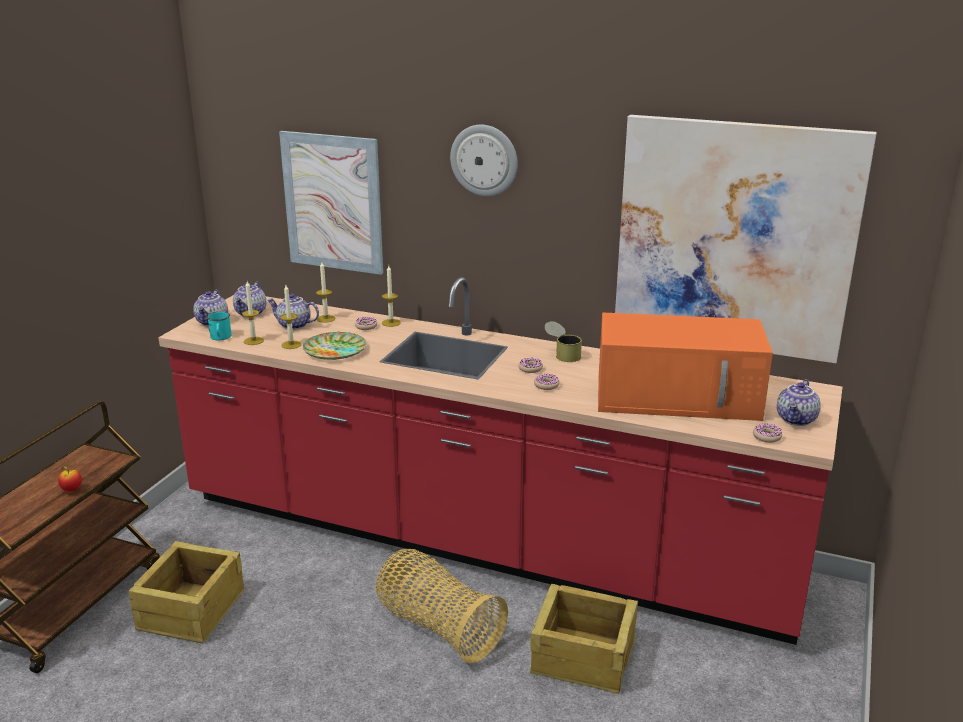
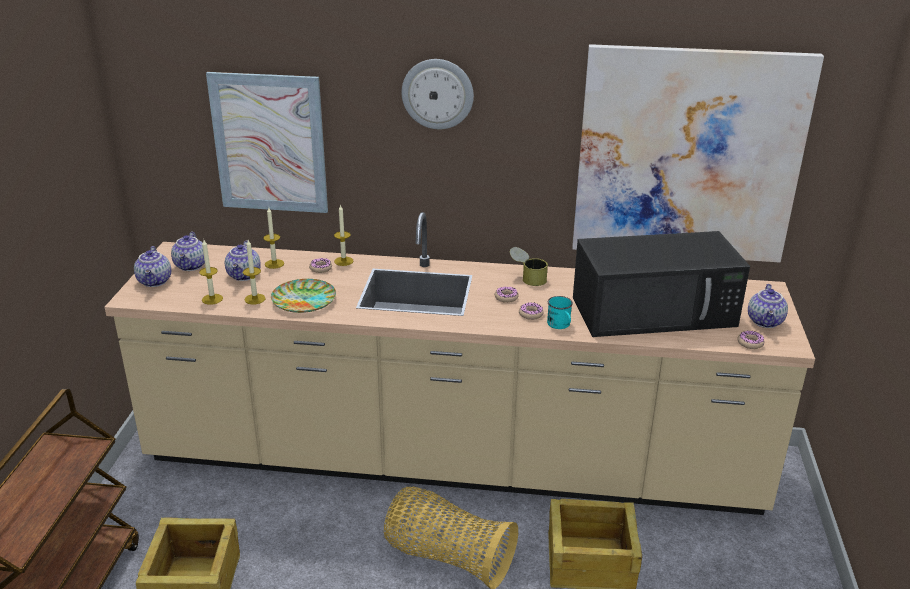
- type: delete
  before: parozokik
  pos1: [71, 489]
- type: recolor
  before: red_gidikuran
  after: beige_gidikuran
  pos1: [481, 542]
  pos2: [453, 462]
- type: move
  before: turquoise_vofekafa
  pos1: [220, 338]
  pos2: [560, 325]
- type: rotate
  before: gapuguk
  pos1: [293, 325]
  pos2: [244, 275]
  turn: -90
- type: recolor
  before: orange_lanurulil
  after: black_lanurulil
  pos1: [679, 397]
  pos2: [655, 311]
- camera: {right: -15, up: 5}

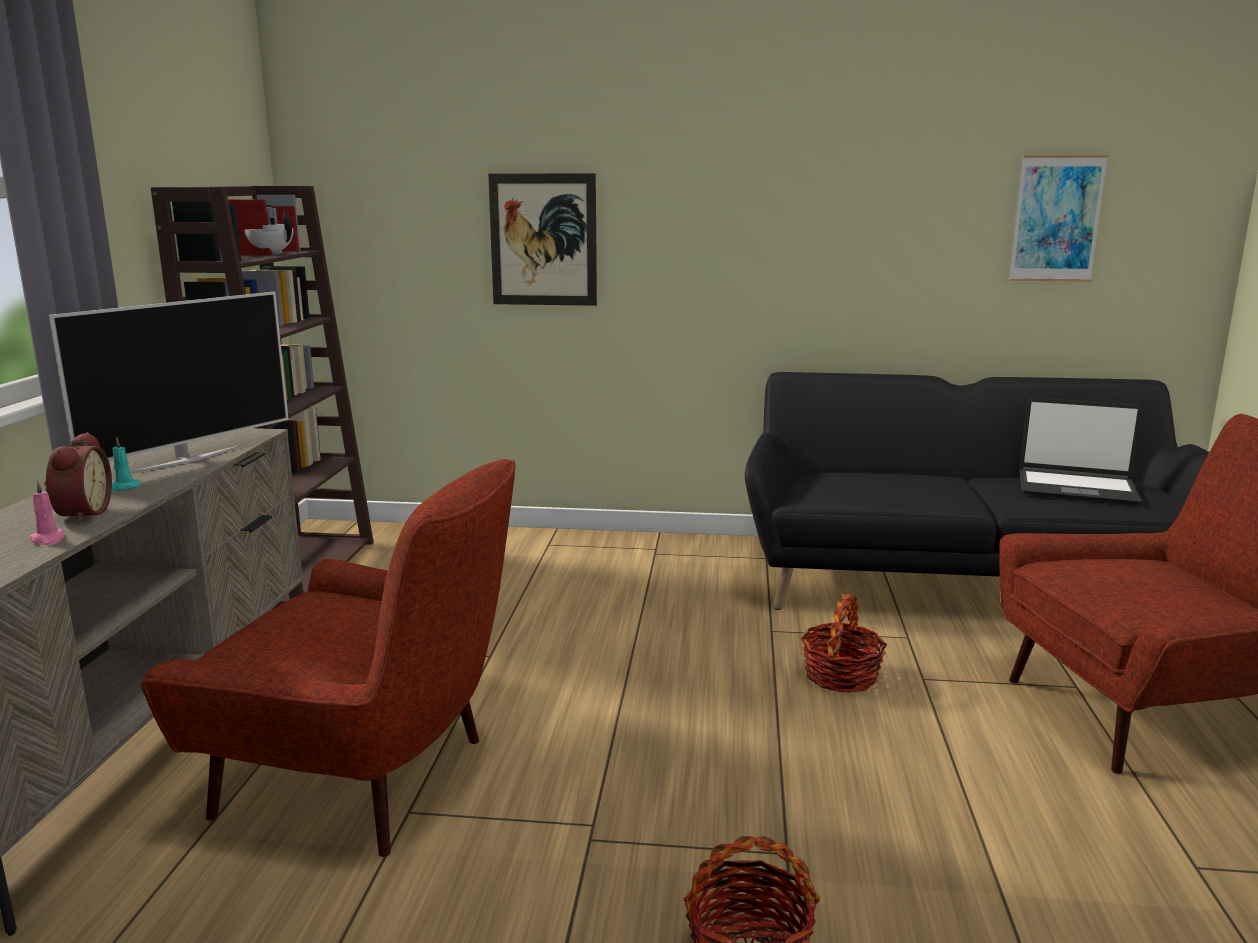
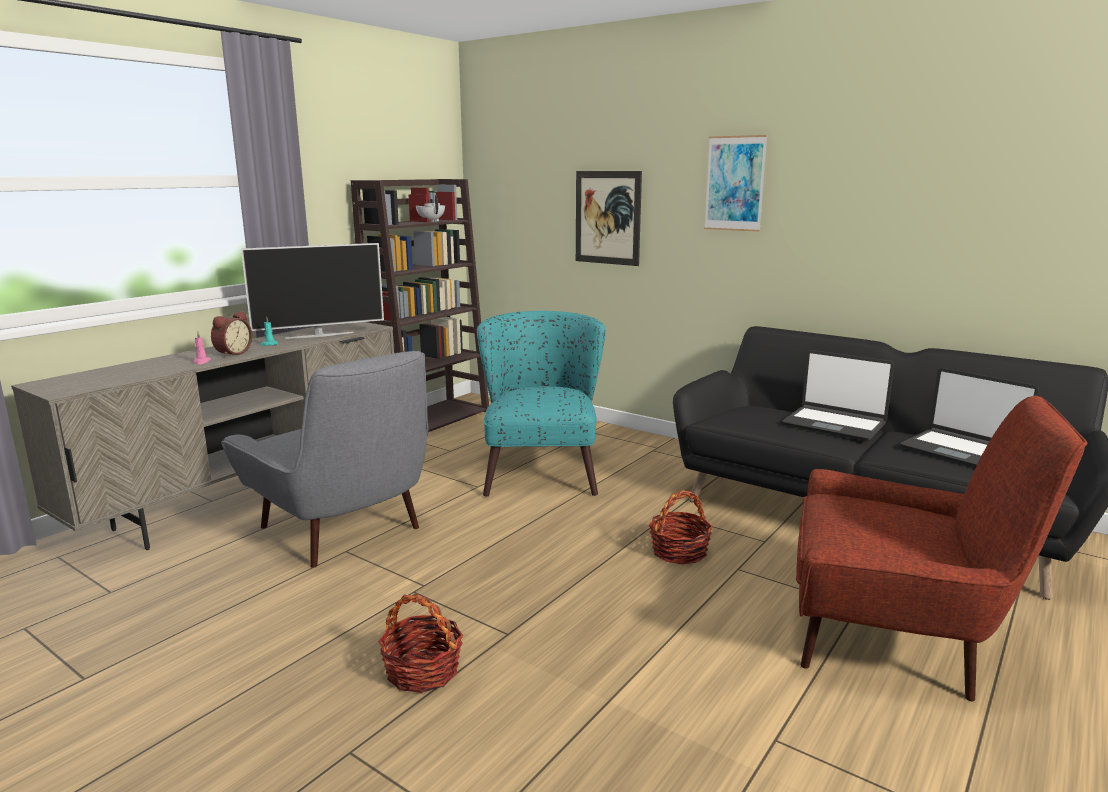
- type: recolor
  before: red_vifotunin
  after: grey_vifotunin
  pos1: [368, 780]
  pos2: [345, 531]
- type: move
  before: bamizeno
  pos1: [1056, 219]
  pos2: [735, 183]
- type: insert
  after: turquoise_vifotunin
  pos2: [541, 470]
- type: insert
  after: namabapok
  pos2: [834, 424]
- camera: {right: 30, up: 0}

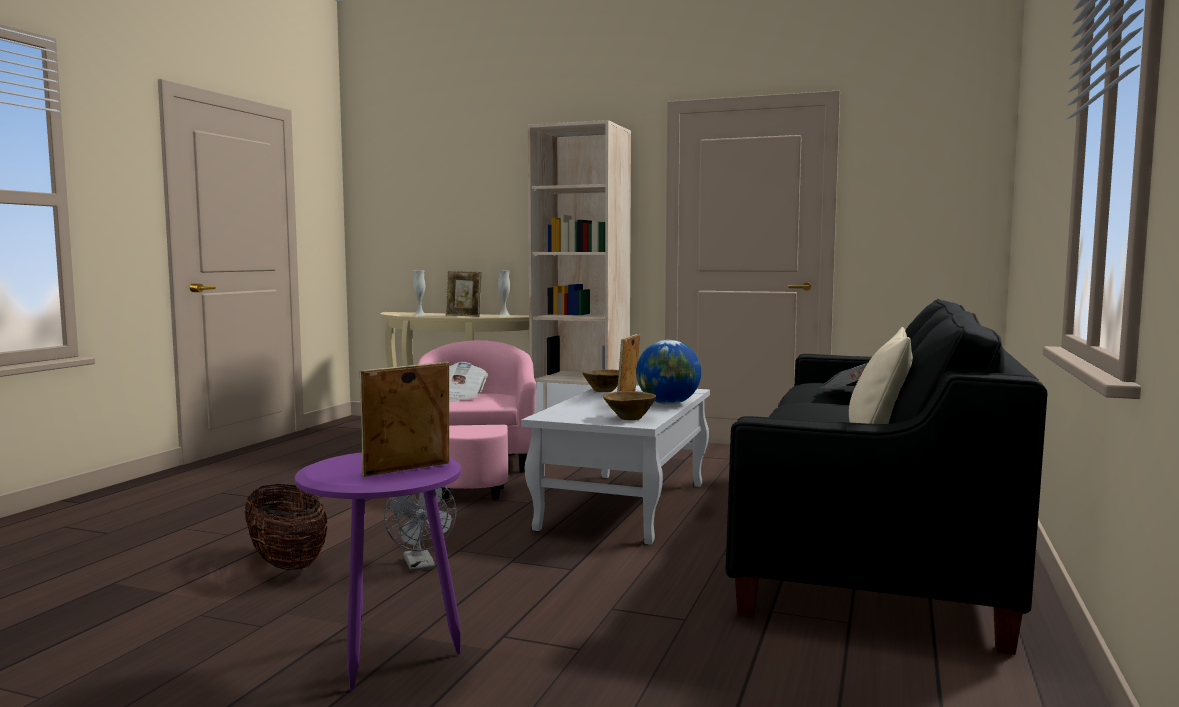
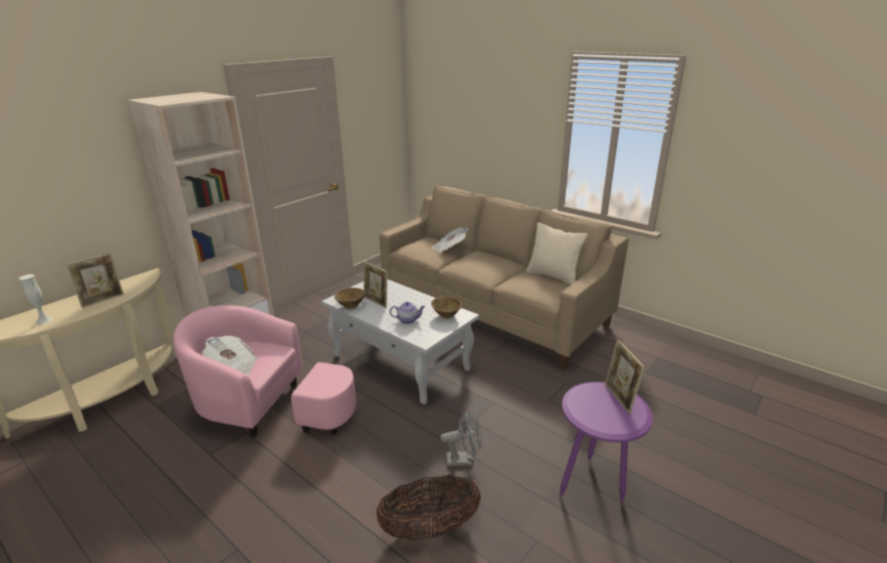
- type: delete
  before: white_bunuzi
  pos1: [504, 315]
- type: delete
  before: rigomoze
  pos1: [668, 404]
- type: recolor
  before: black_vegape
  after: beige_vegape
  pos1: [875, 539]
  pos2: [493, 310]
- type: insert
  after: gapuguk
  pos2: [408, 320]
- camera: {right: -70, up: 20}

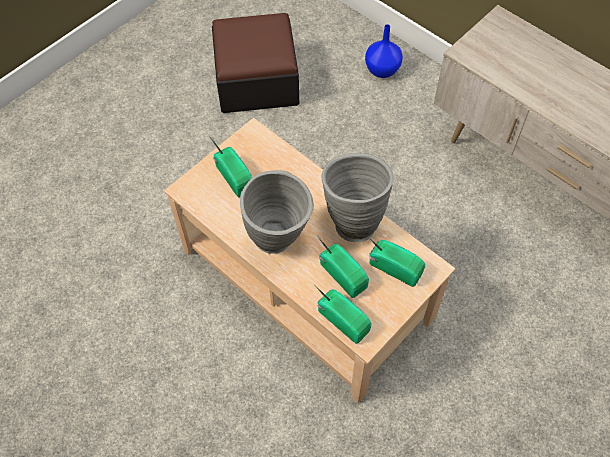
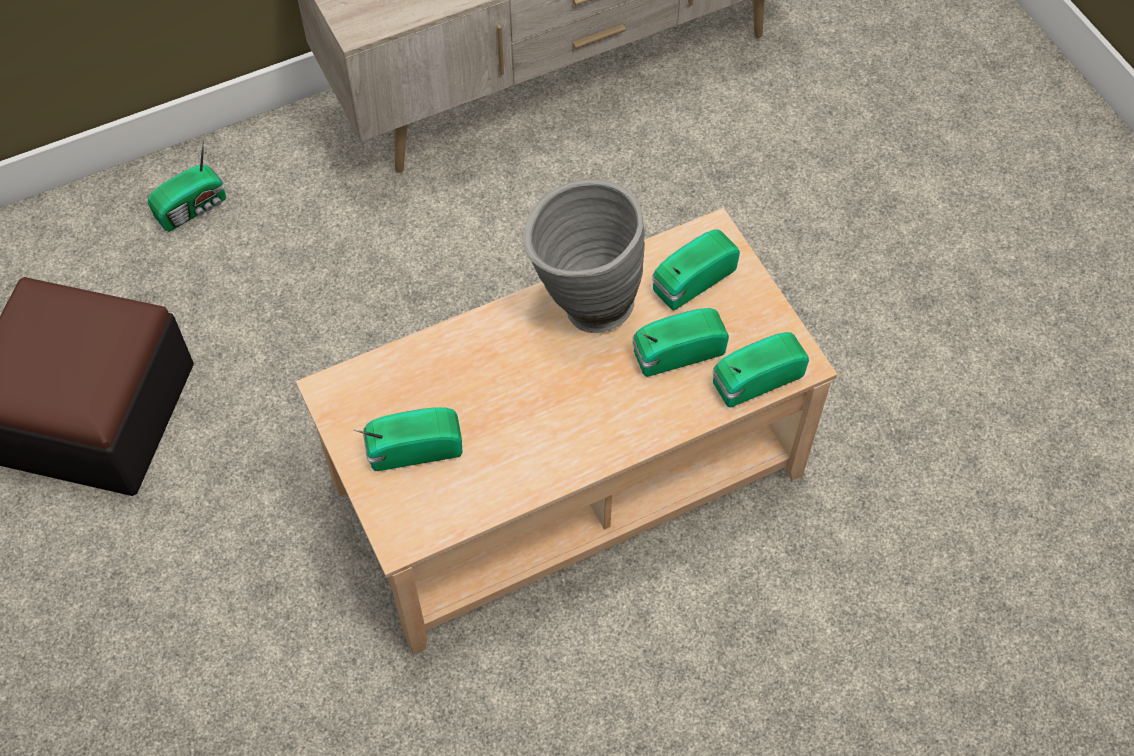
- type: delete
  before: grey_bunuzi
  pos1: [280, 242]
- type: replace
  before: blue_bunuzi
  after: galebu
  pos1: [383, 70]
  pos2: [194, 208]
- camera: {right: -70, up: 0}

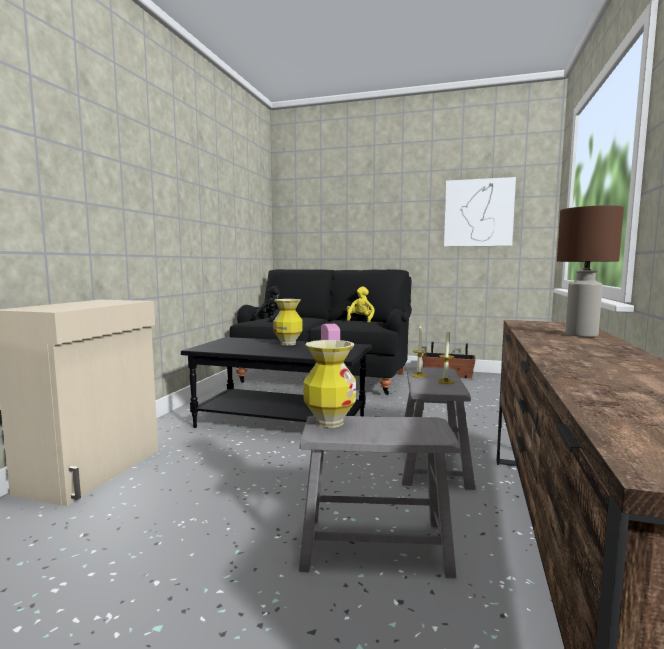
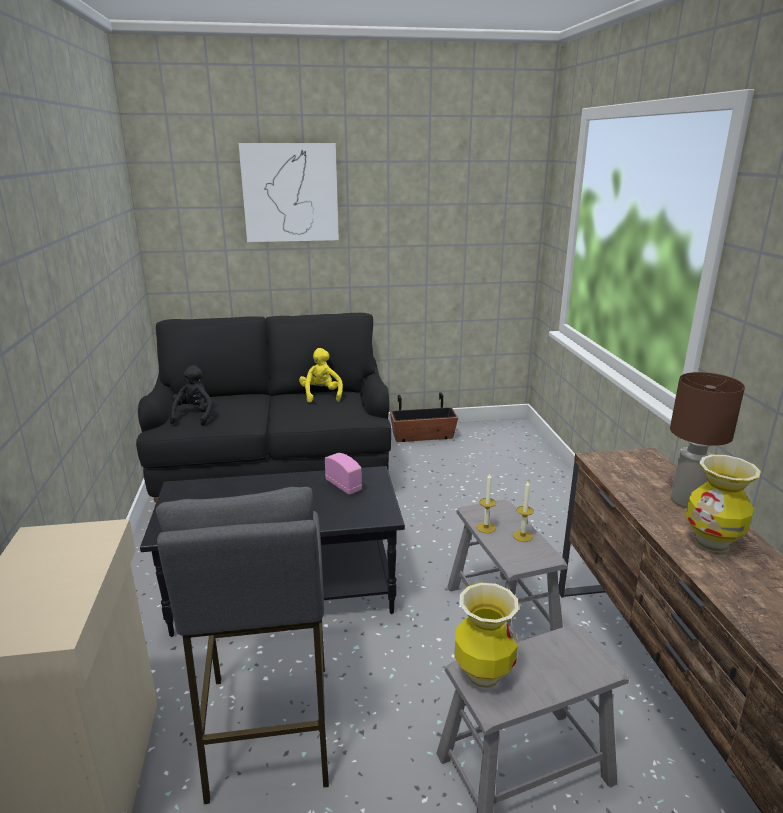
- type: move
  before: bunuzi
  pos1: [288, 344]
  pos2: [712, 543]
- type: move
  before: bamizeno
  pos1: [478, 213]
  pos2: [290, 193]
- type: insert
  after: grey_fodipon
  pos2: [268, 729]
- camera: {right: -25, up: 15}

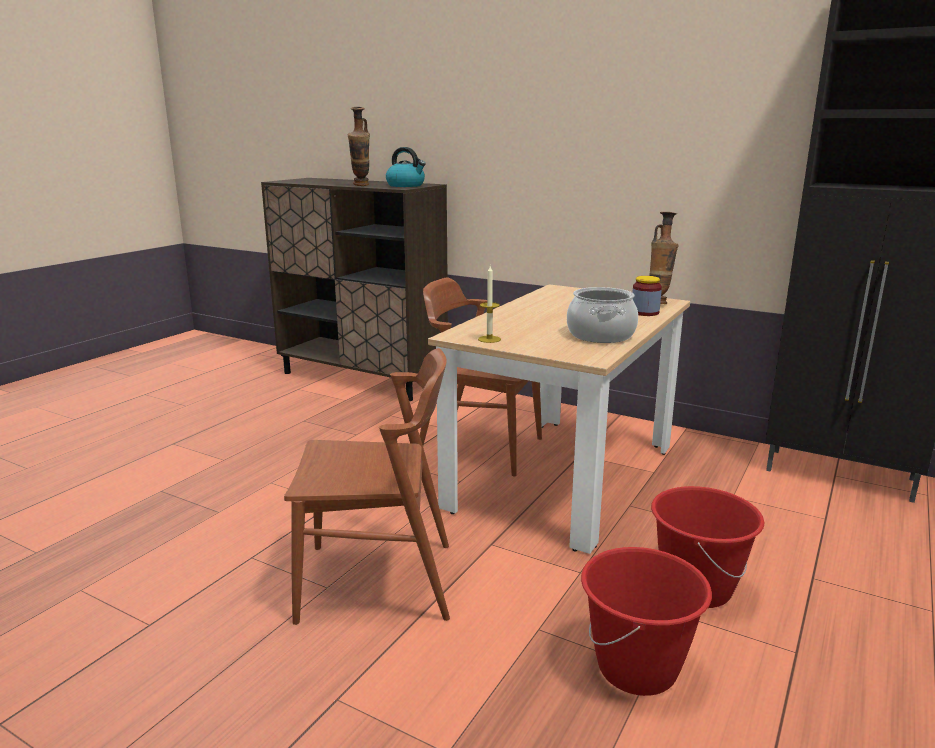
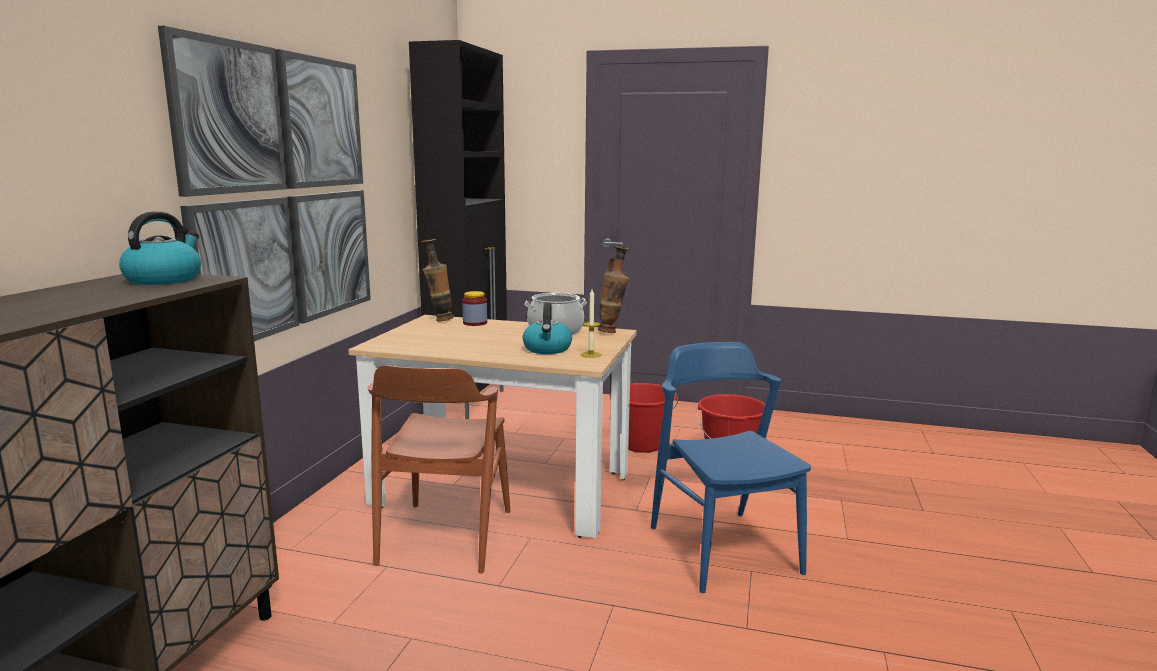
- type: recolor
  before: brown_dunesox
  after: blue_dunesox
  pos1: [378, 581]
  pos2: [723, 549]
- type: move
  before: bunuzi
  pos1: [361, 186]
  pos2: [612, 332]
- type: insert
  after: bamizeno
  pos2: [284, 192]
- type: insert
  after: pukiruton
  pos2: [547, 349]
- camera: {right: -105, up: -5}

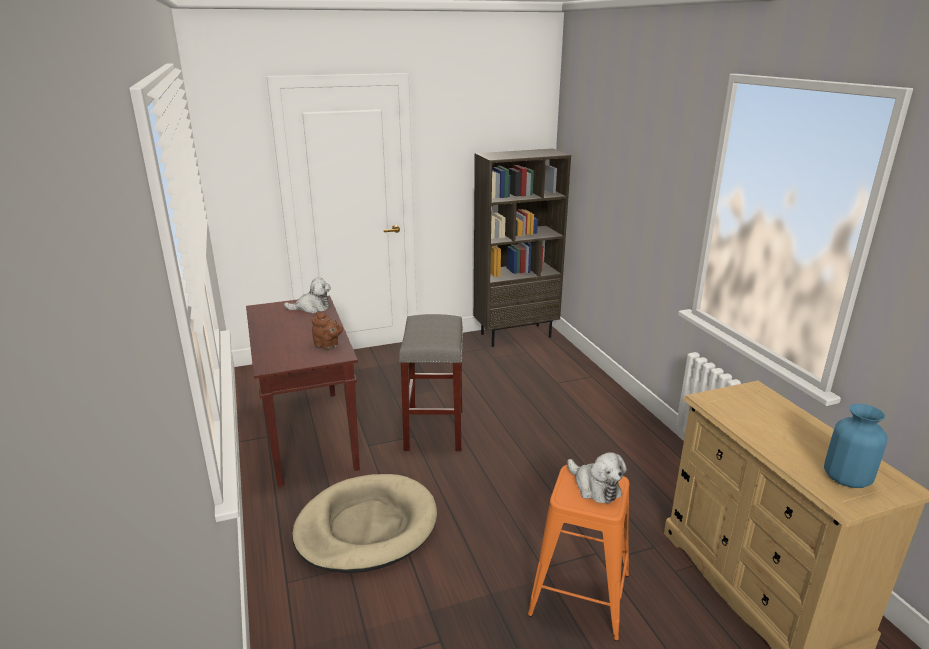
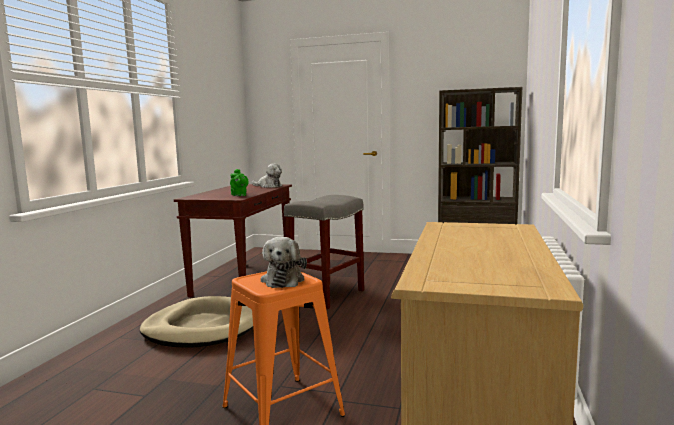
- type: recolor
  before: brown_gapuguk
  after: green_gapuguk
  pos1: [328, 345]
  pos2: [239, 195]
- type: delete
  before: blue_bunuzi
  pos1: [846, 478]
- camera: {right: 35, up: -15}

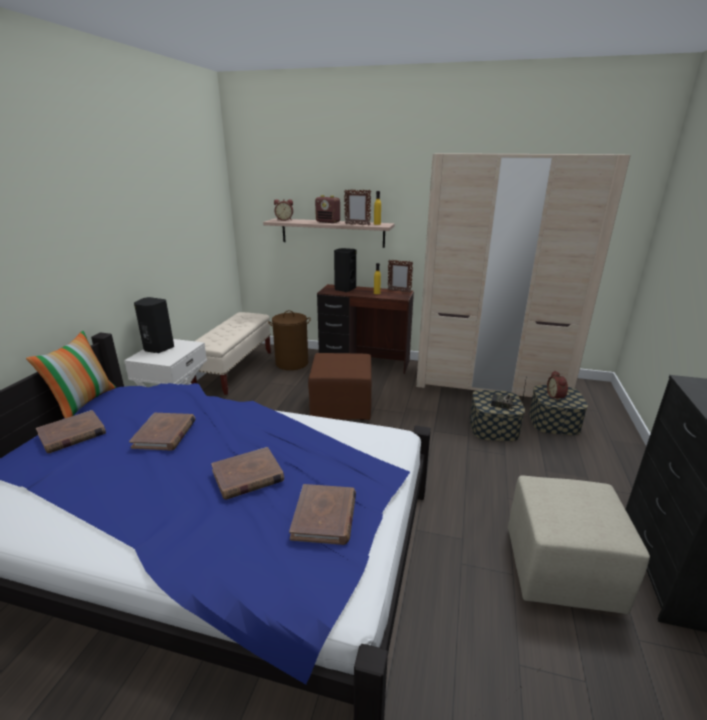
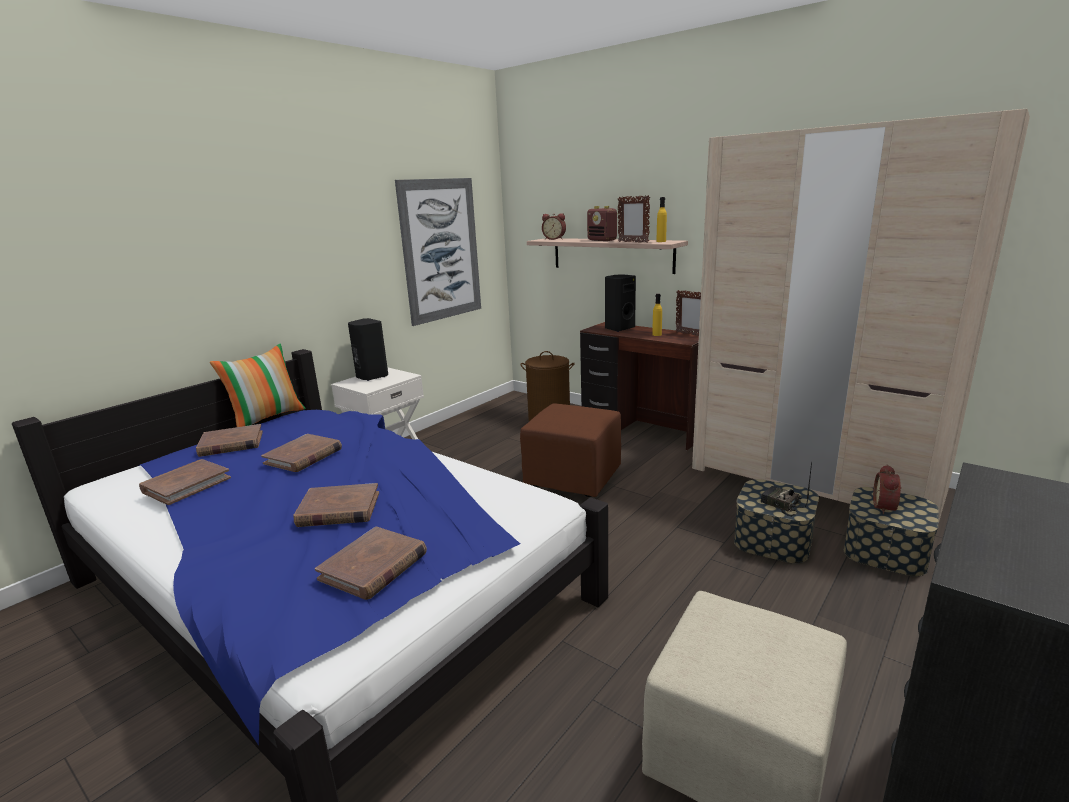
- type: delete
  before: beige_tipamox
  pos1: [235, 370]
- type: insert
  after: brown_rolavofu
  pos2: [186, 485]
- type: insert
  after: bamizeno
  pos2: [441, 250]
- camera: {right: 25, up: -5}

